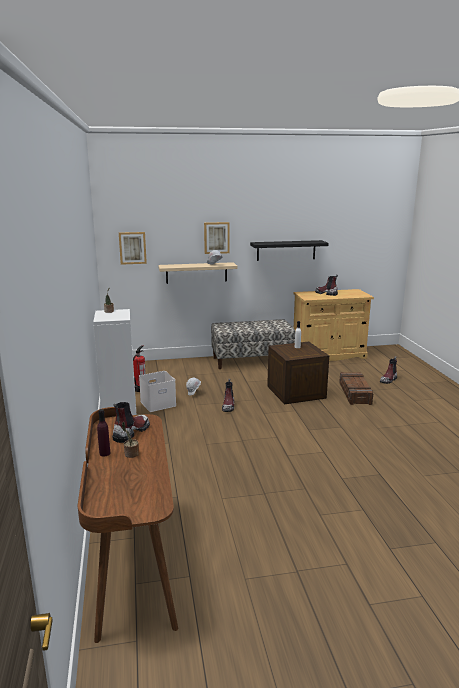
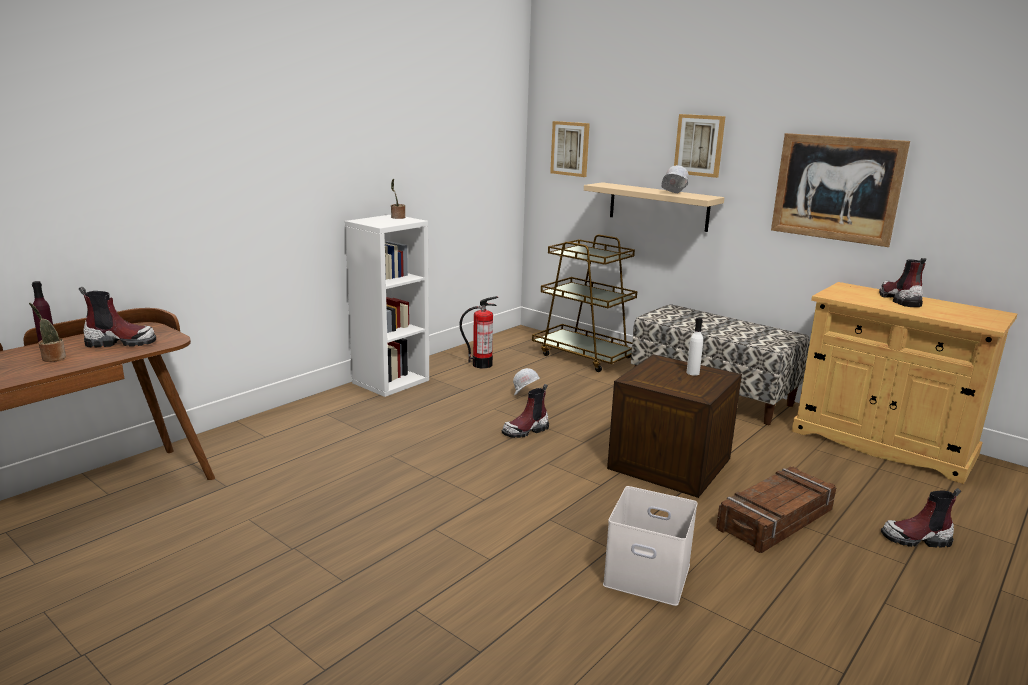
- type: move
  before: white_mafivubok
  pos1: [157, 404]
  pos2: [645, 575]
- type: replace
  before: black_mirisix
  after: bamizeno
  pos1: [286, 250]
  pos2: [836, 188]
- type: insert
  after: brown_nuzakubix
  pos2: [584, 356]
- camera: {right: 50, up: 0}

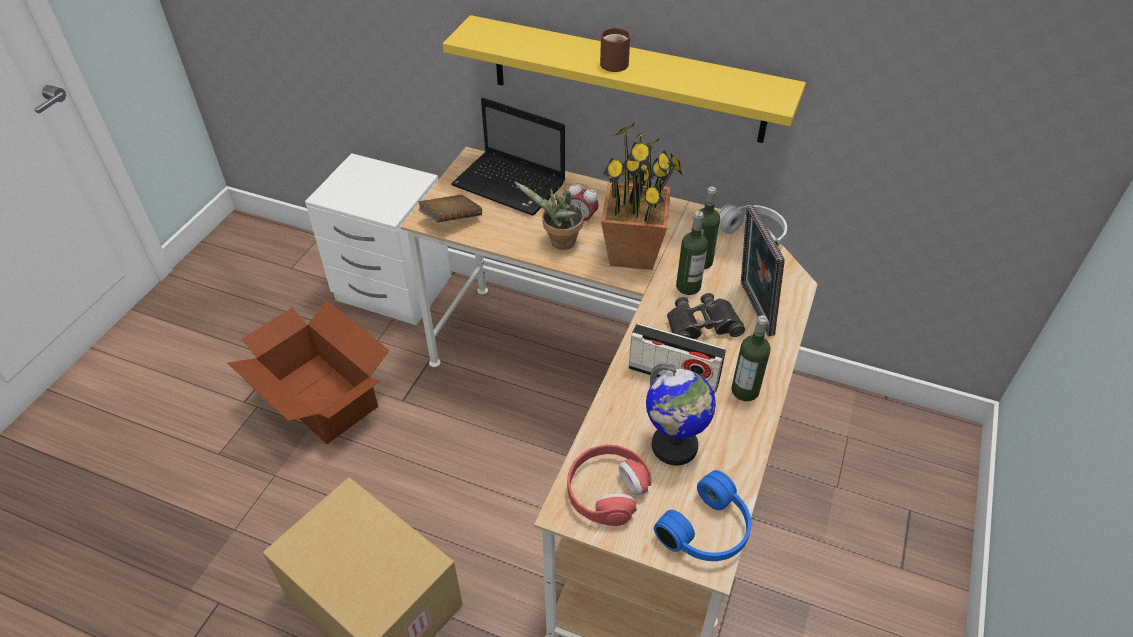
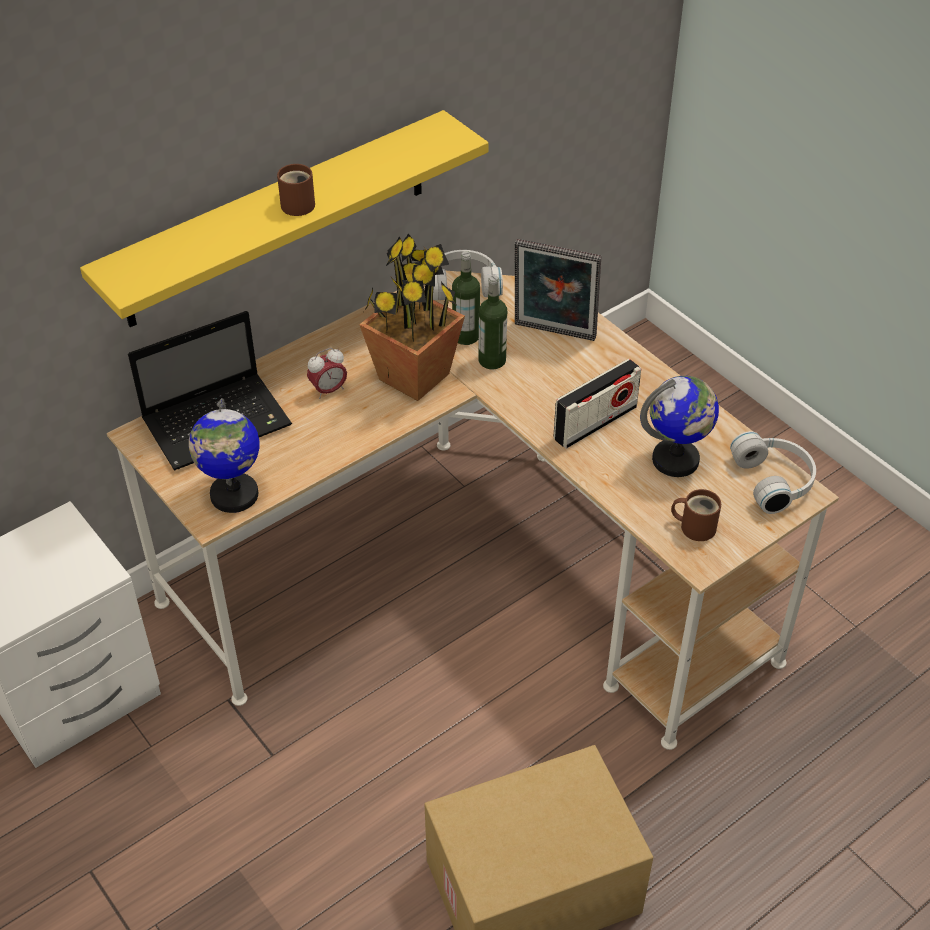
- type: delete
  before: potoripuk
  pos1: [323, 396]
- type: replace
  before: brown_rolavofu
  after: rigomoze
  pos1: [451, 220]
  pos2: [233, 495]
- type: delete
  before: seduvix
  pos1: [559, 243]
- type: replace
  before: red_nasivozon
  after: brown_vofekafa
  pos1: [606, 490]
  pos2: [695, 526]
- type: recolor
  before: blue_nasivozon
  after: white_nasivozon
  pos1: [708, 532]
  pos2: [775, 480]
- type: delete
  before: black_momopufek
  pos1: [702, 325]
- type: delete
  before: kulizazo
  pos1: [745, 391]
- camera: {right: -60, up: 0}

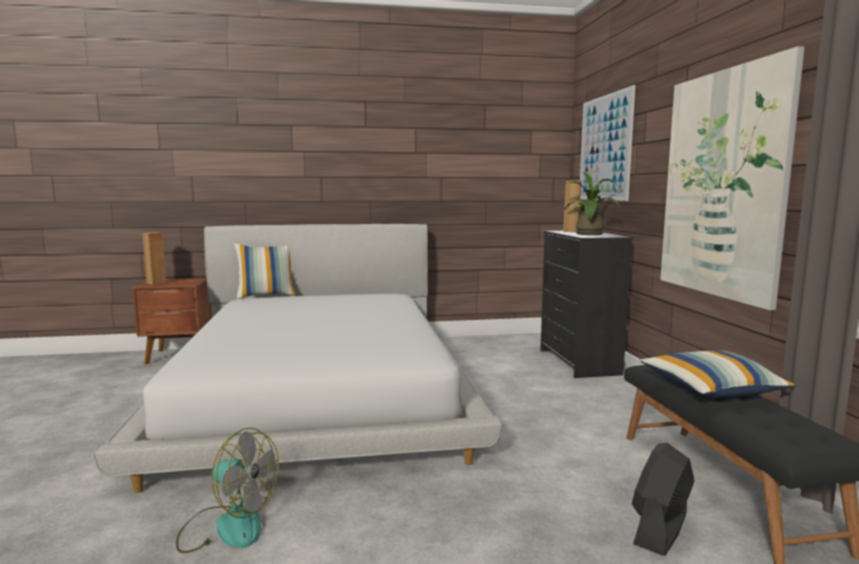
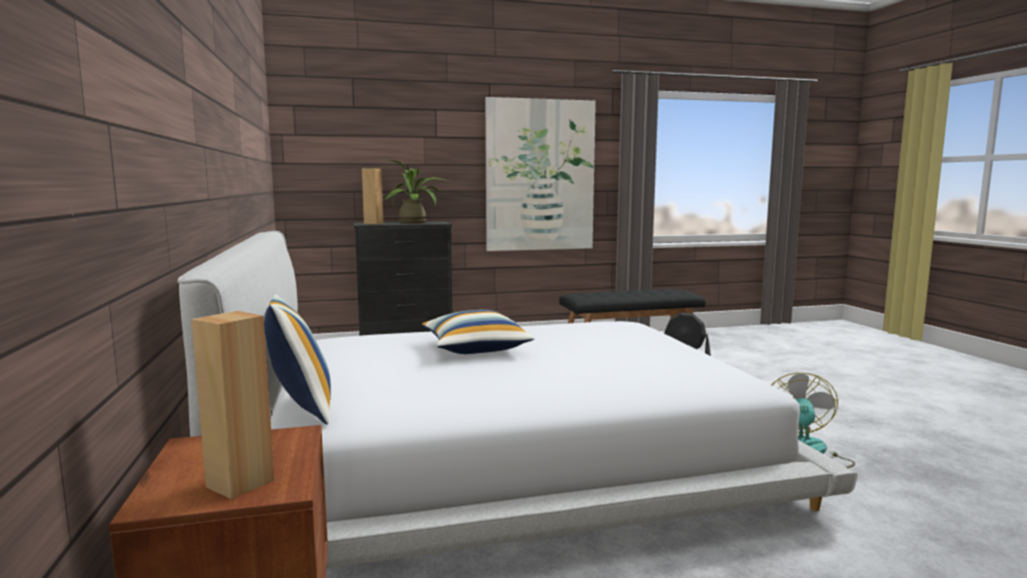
- type: delete
  before: bamizeno
  pos1: [604, 148]
- type: move
  before: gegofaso
  pos1: [711, 390]
  pos2: [475, 348]
- camera: {right: -95, up: 0}

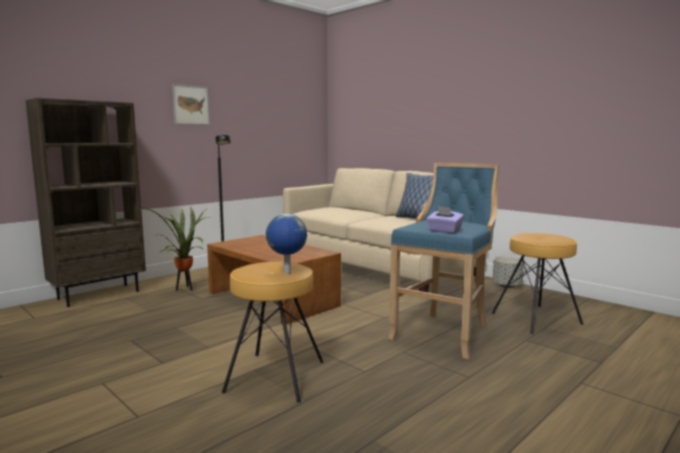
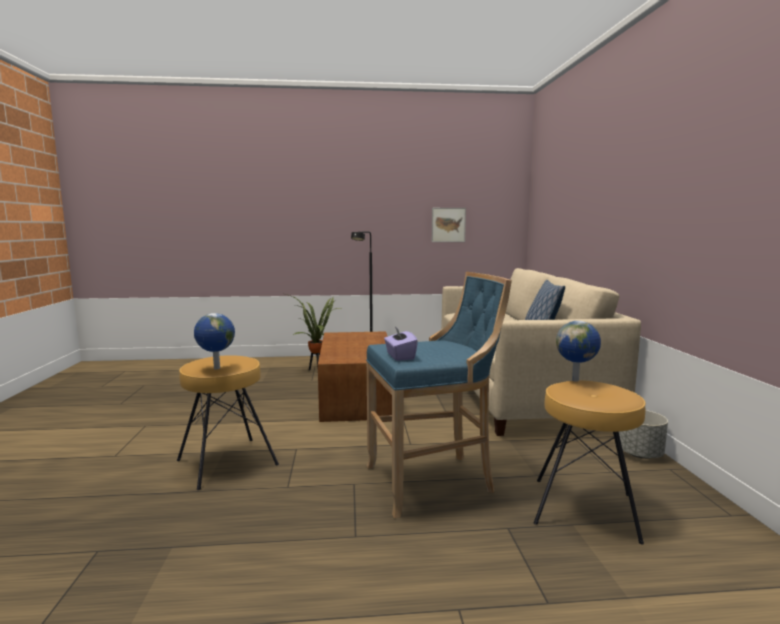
- type: delete
  before: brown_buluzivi
  pos1: [99, 294]
- type: move
  before: bamizeno
  pos1: [191, 105]
  pos2: [448, 225]
- type: insert
  after: rigomoze
  pos2: [576, 380]
- camera: {right: 40, up: 0}

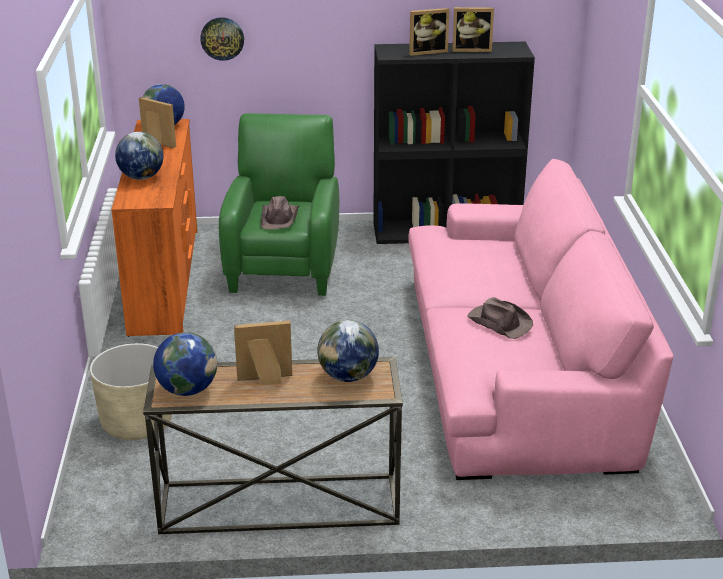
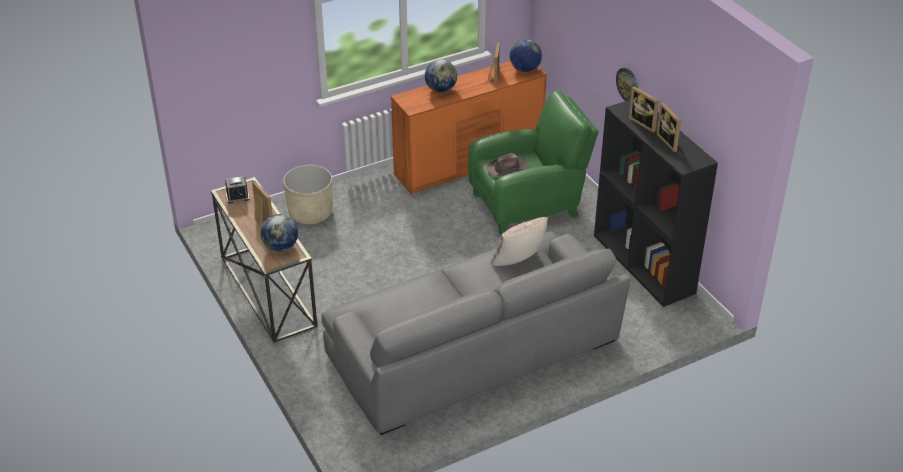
- type: replace
  before: rigomoze
  after: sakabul
  pos1: [187, 390]
  pos2: [237, 197]
- type: move
  before: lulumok
  pos1: [222, 38]
  pos2: [628, 84]
- type: recolor
  before: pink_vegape
  after: grey_vegape
  pos1: [517, 366]
  pos2: [473, 349]
- type: delete
  before: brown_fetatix
  pos1: [499, 322]
- type: insert
  after: beige_gegofaso
  pos2: [519, 262]
- camera: {right: 65, up: 10}

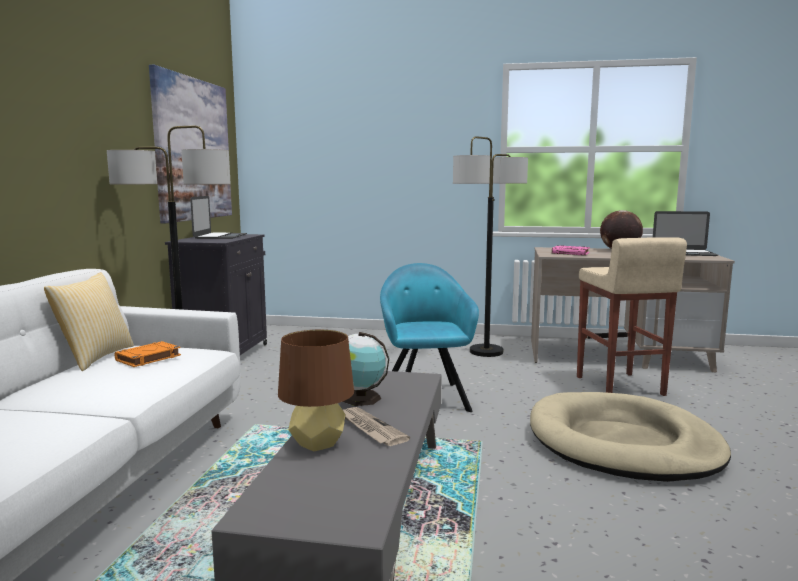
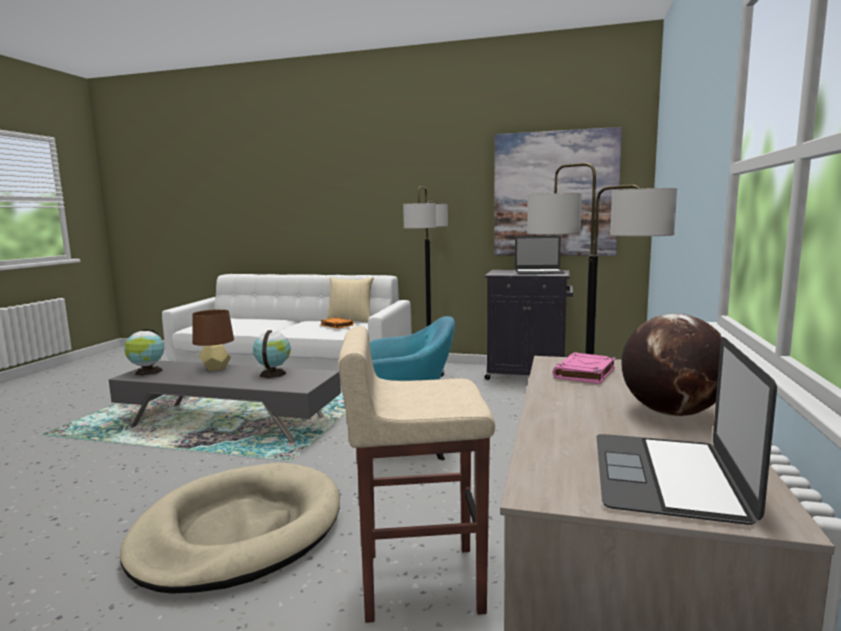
- type: delete
  before: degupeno
  pos1: [369, 428]
- type: insert
  after: rigomoze
  pos2: [147, 372]
- camera: {right: 95, up: 0}

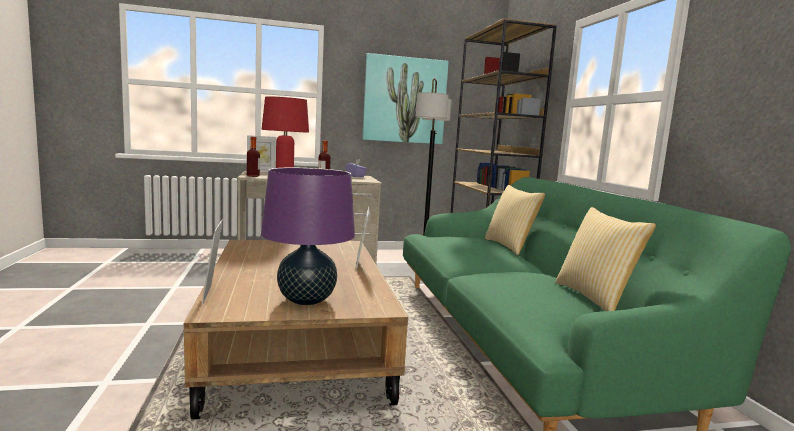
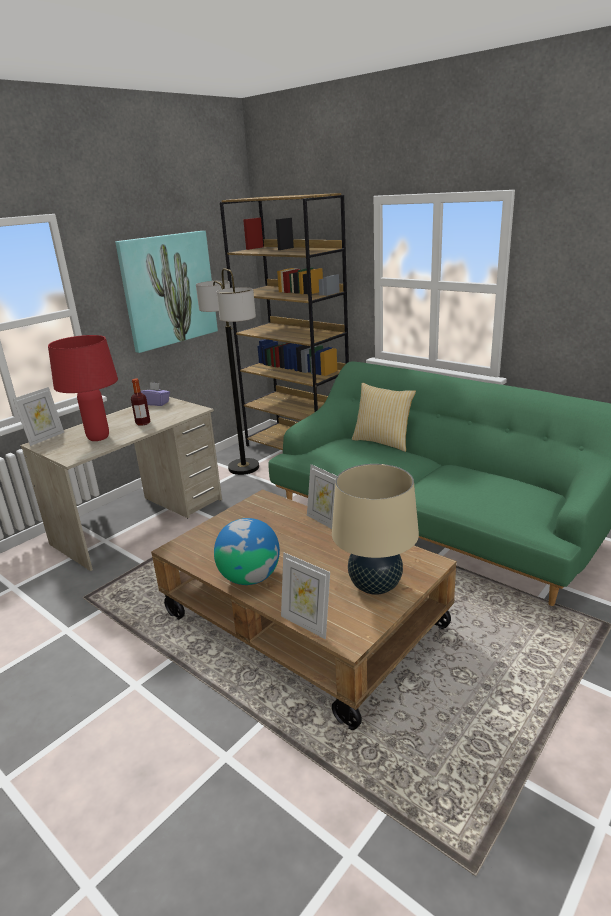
- type: delete
  before: kulizazo
  pos1: [253, 176]
- type: recolor
  before: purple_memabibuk
  after: beige_memabibuk
  pos1: [306, 300]
  pos2: [375, 586]
- type: delete
  before: gegofaso
  pos1: [595, 298]
- type: insert
  after: rigomoze
  pos2: [250, 577]
- camera: {right: -35, up: 15}

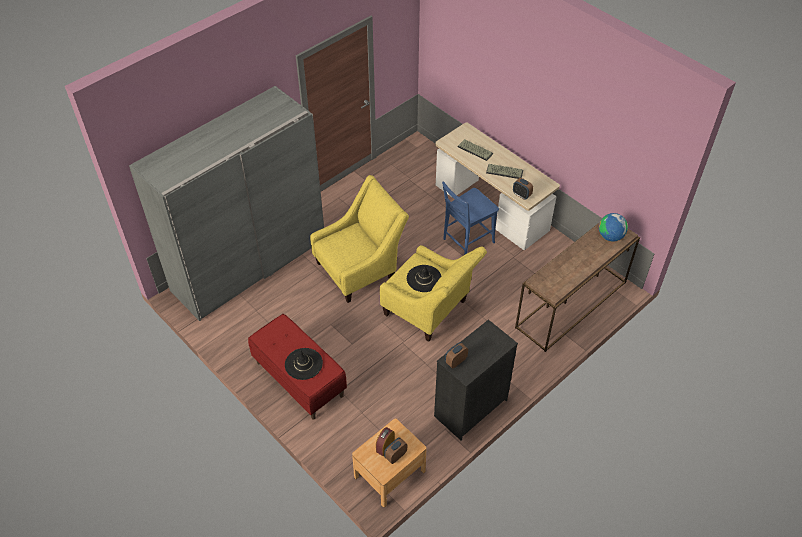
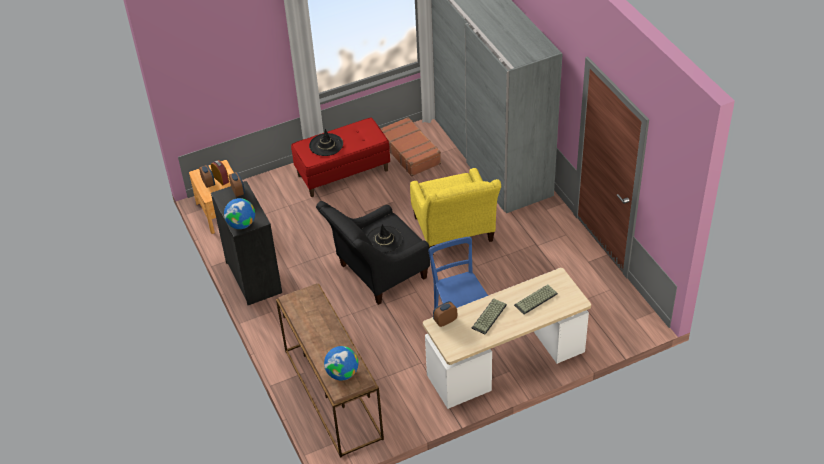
- type: recolor
  before: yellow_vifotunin
  after: black_vifotunin
  pos1: [430, 311]
  pos2: [377, 274]
- type: insert
  after: rigomoze
  pos2: [241, 224]
- type: insert
  after: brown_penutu
  pos2: [410, 152]
- camera: {right: 110, up: -5}

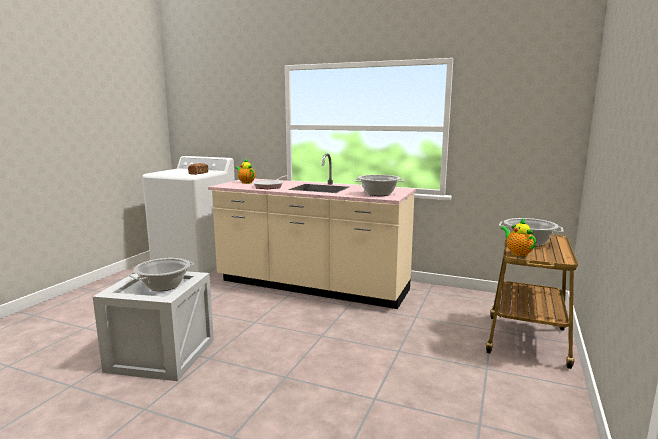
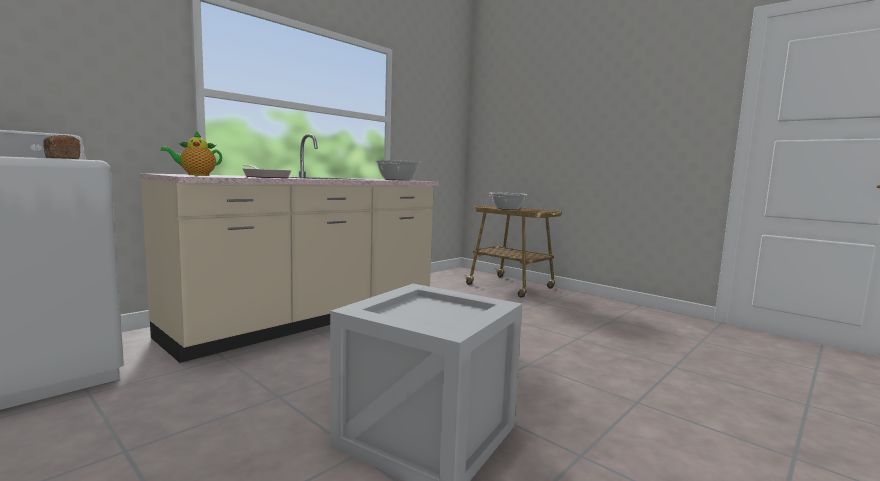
- type: delete
  before: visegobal
  pos1: [163, 286]
- type: delete
  before: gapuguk
  pos1: [517, 253]
- camera: {right: -70, up: -5}

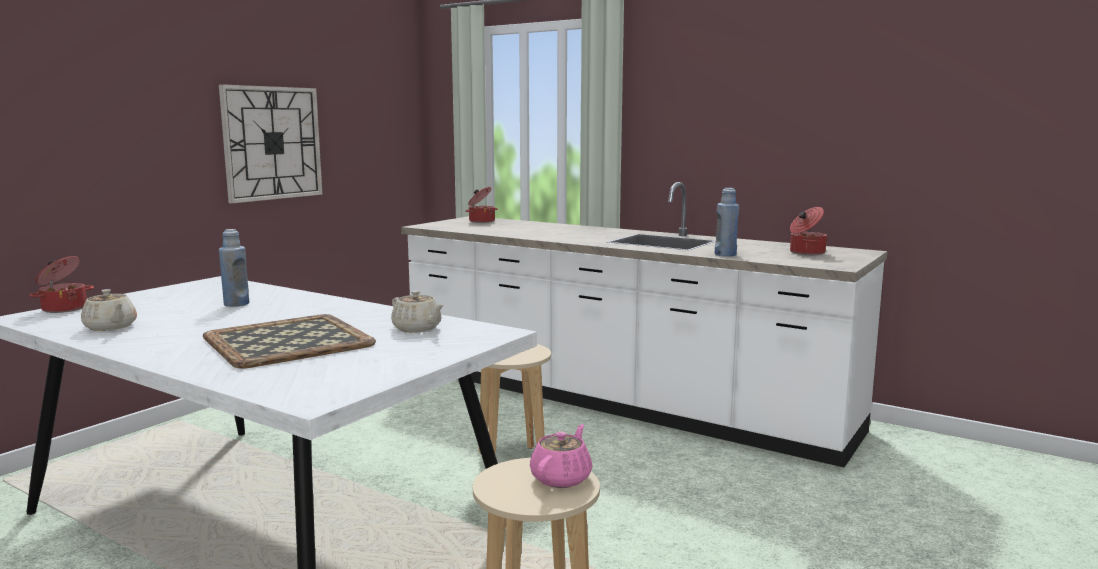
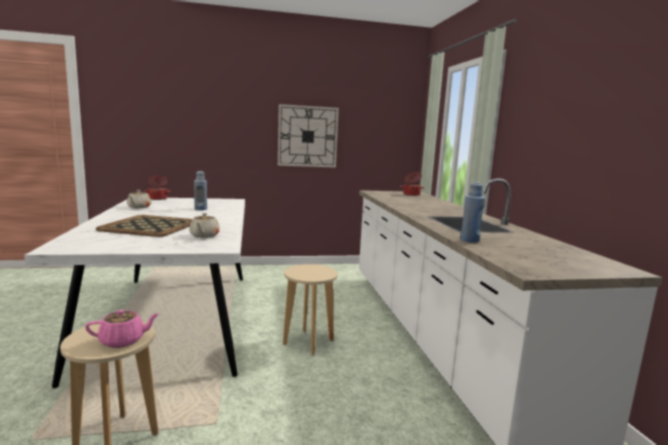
- type: delete
  before: visegobal
  pos1: [806, 253]
- camera: {right: 45, up: 0}

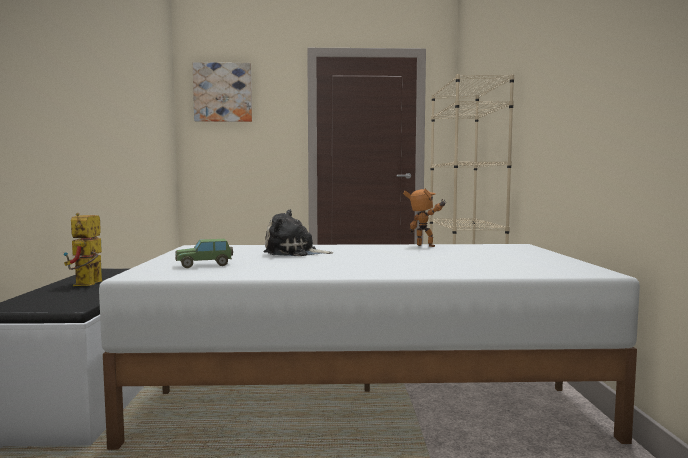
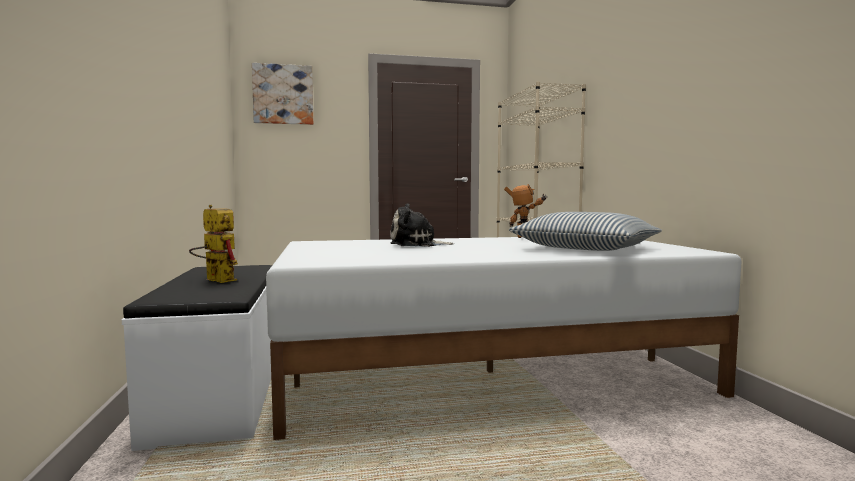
- type: rotate
  before: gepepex
  pos1: [87, 285]
  pos2: [215, 280]
  turn: 135
- type: delete
  before: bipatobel
  pos1: [204, 265]
- type: insert
  after: gegofaso
  pos2: [585, 248]
- camera: {right: -10, up: 0}

